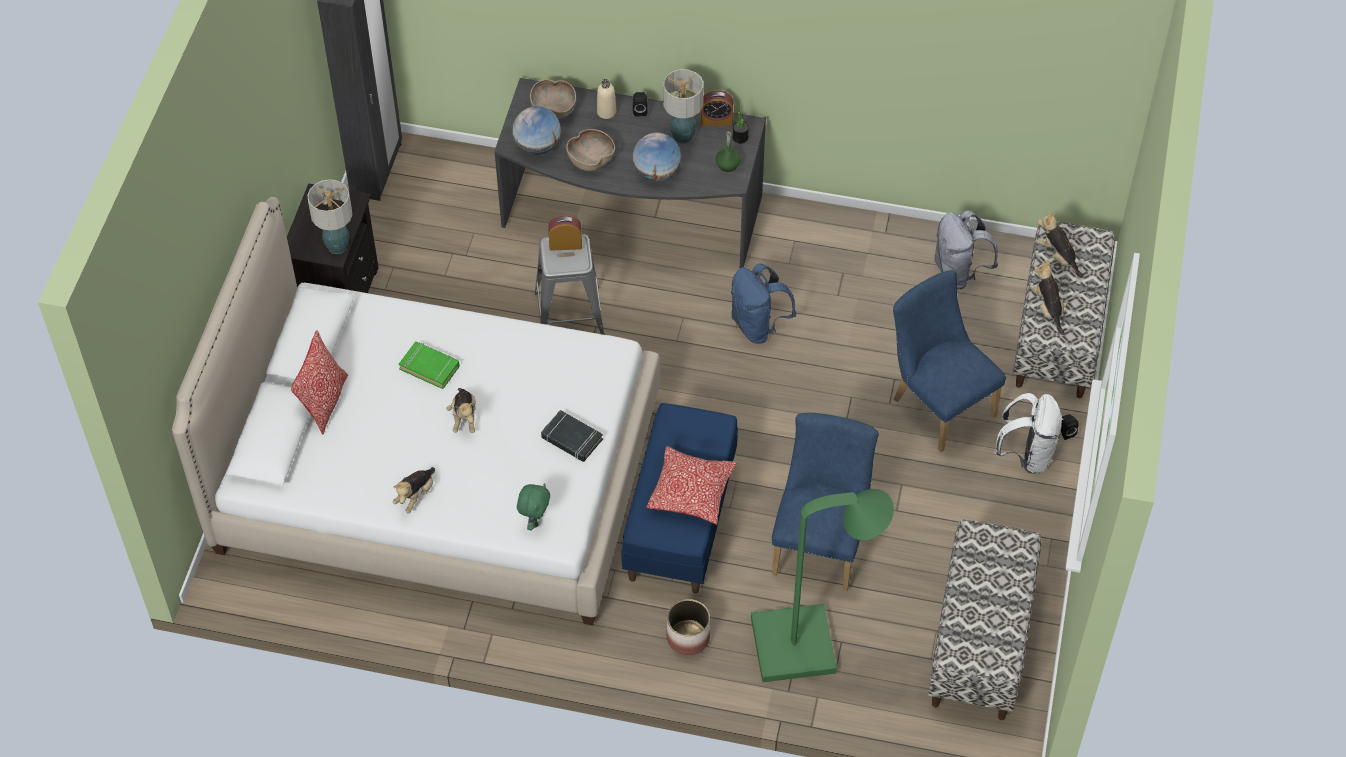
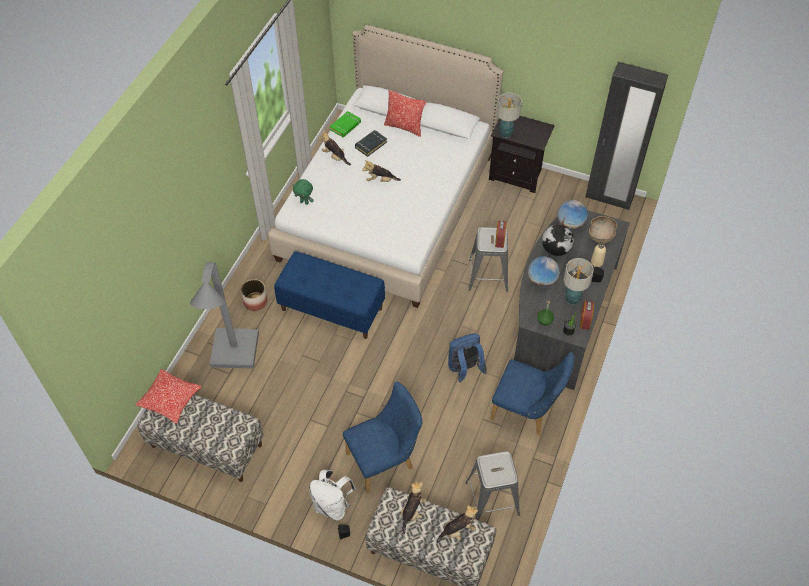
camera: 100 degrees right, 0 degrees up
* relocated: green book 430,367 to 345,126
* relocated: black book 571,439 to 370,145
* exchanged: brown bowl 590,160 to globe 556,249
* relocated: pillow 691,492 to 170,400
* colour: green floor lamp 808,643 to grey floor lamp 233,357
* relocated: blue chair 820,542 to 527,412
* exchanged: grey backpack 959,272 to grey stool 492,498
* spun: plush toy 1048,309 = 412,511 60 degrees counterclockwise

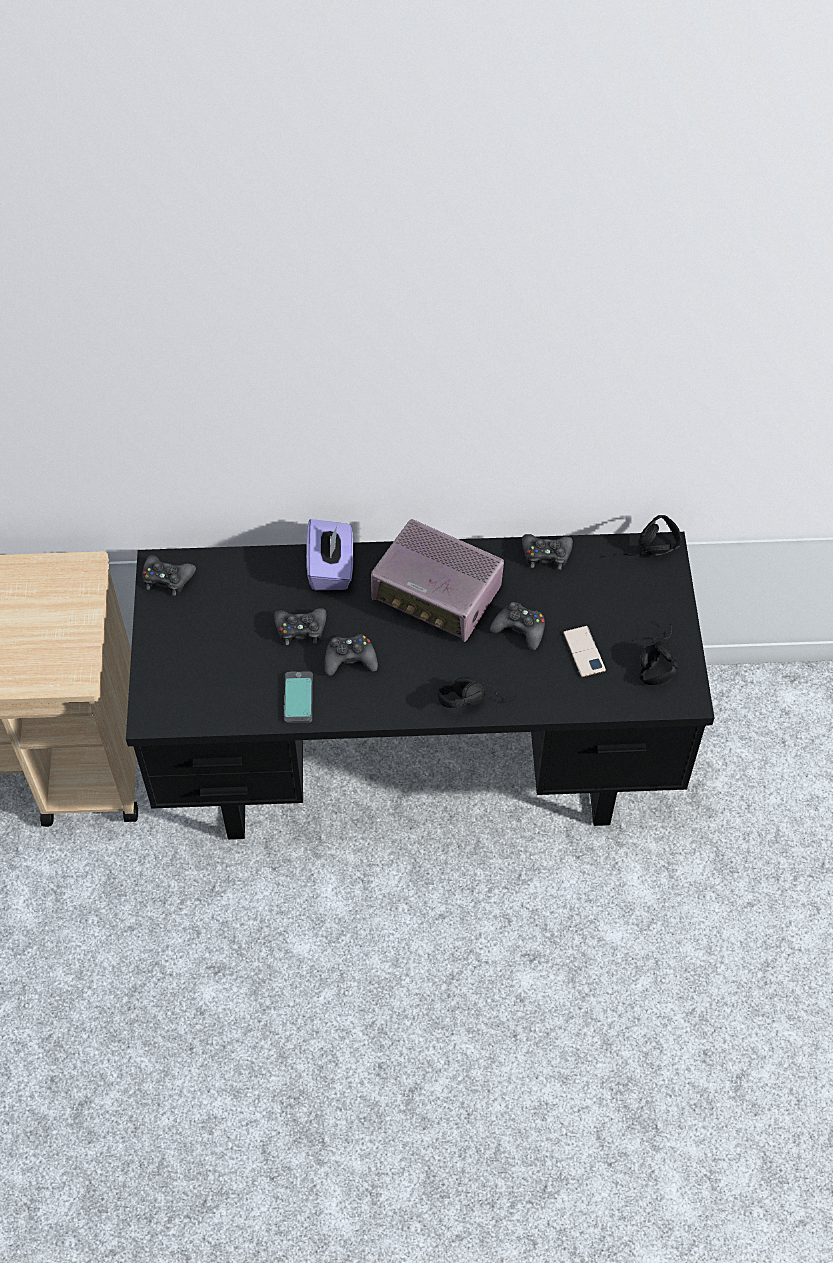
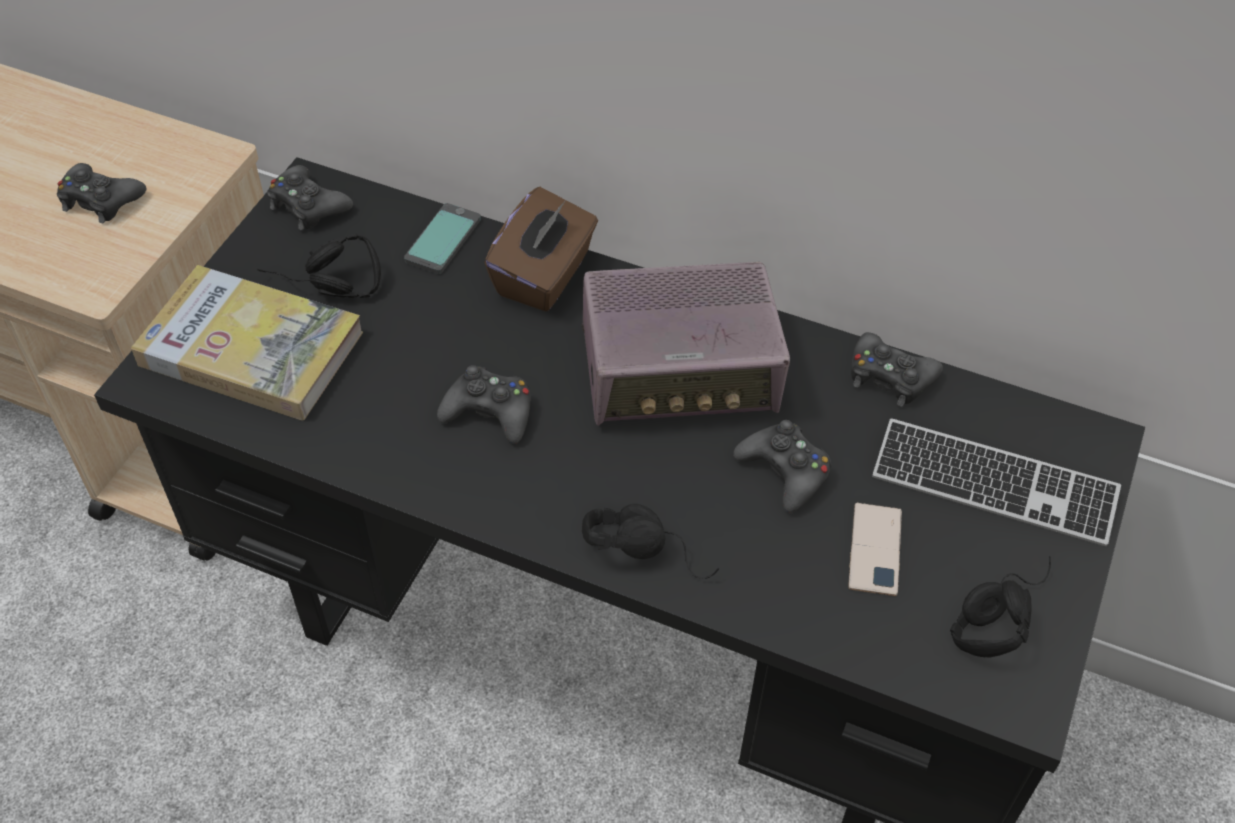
camera: 25 degrees right, 5 degrees down
* relocated: black game controller 301,629 to 100,200
* relocated: phone 298,698 to 442,240
* colour: purple tissue box 331,568 to brown tissue box 544,275
* spun: radio 437,595 = 681,371 60 degrees counterclockwise
* relocated: black headphones 647,553 to 322,289
* appeared: book 251,348
* appeared: keyboard 993,485

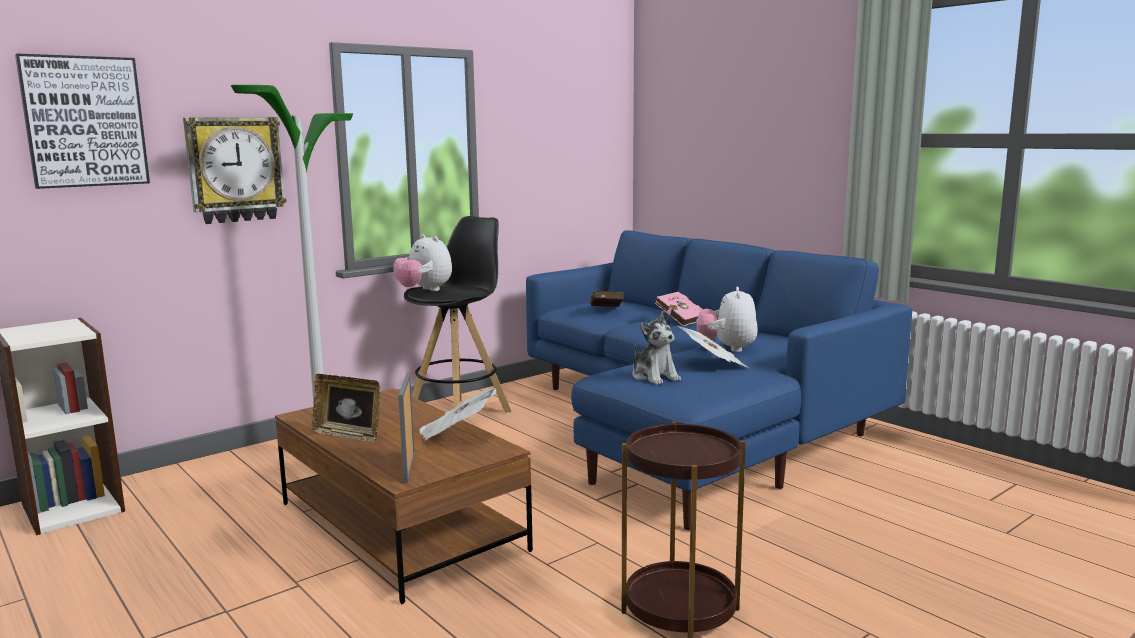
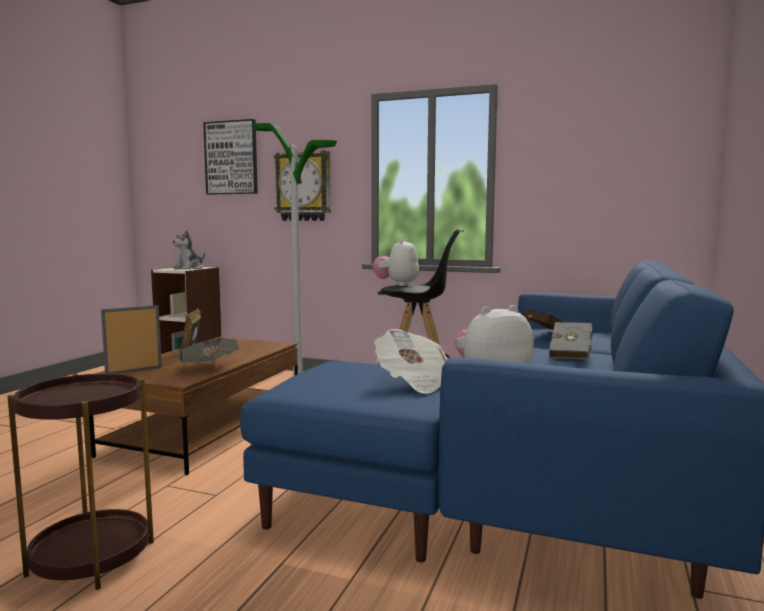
camera: 60 degrees right, 5 degrees down
* relocated: plush toy 654,377 to 190,268
* colour: pink book 679,320 to grey book 571,354

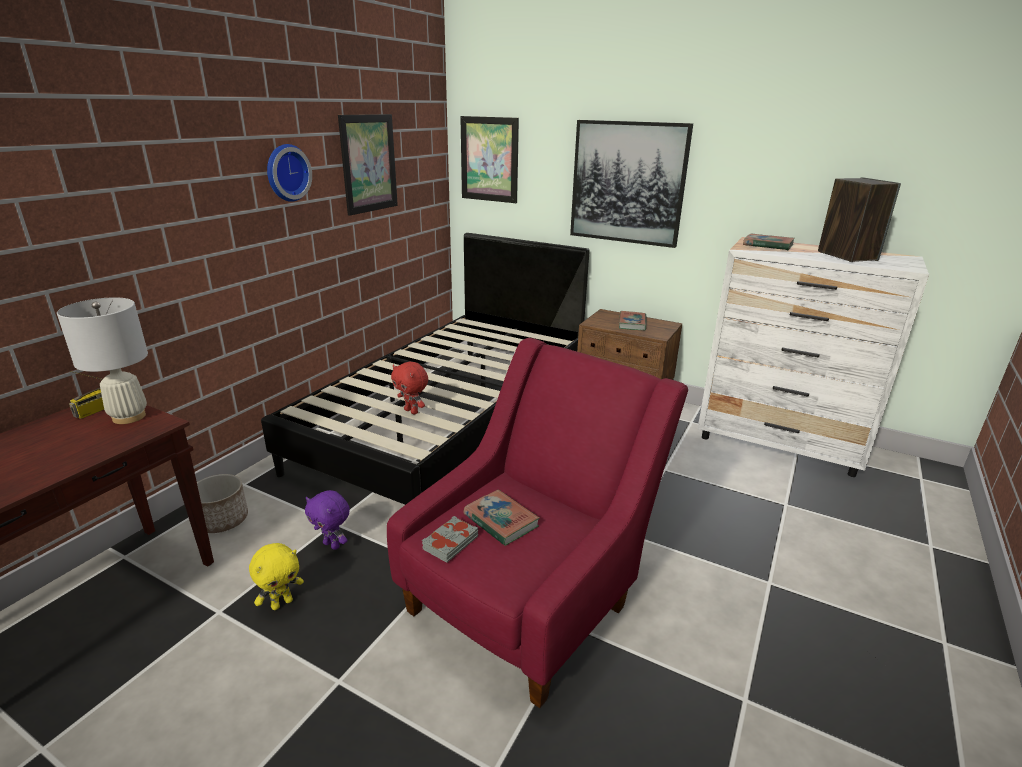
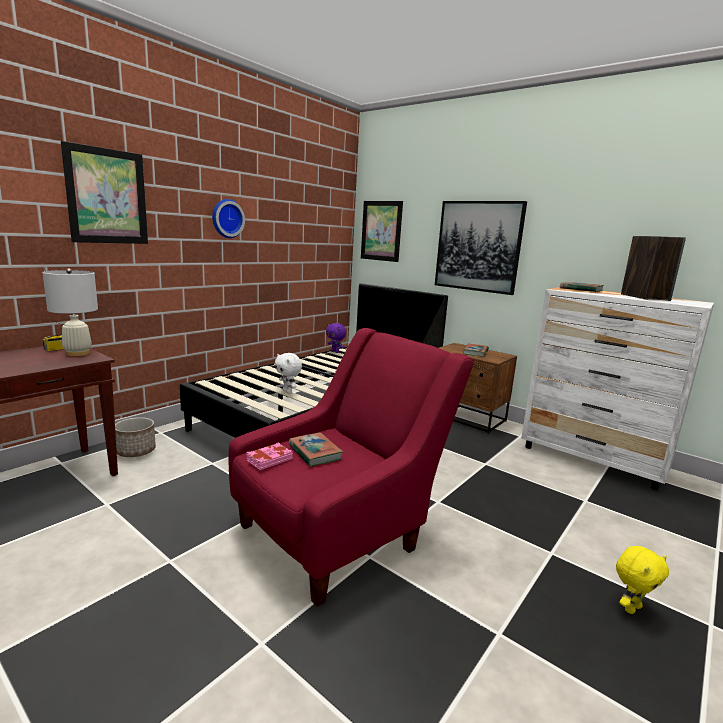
camera: 10 degrees right, 10 degrees down
* relocated: yellow plush toy 282,603 to 631,608
* relocated: purple plush toy 332,545 to 335,352
* relocated: picture 369,163 to 107,196
* colour: red plush toy 412,411 to white plush toy 288,391
* colour: grey book 450,542 to pink book 269,459

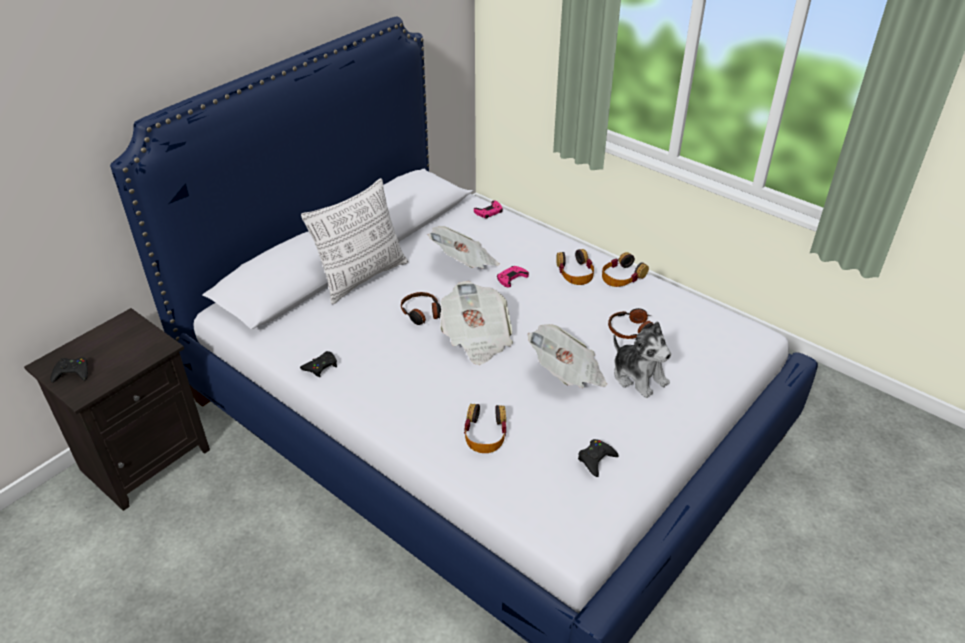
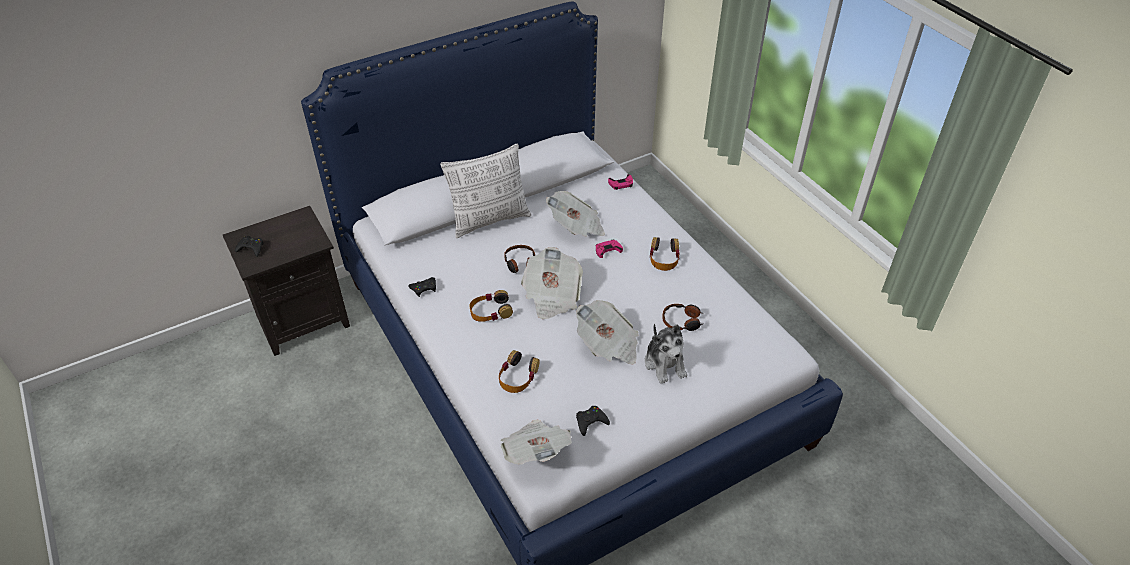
camera: 20 degrees right, 5 degrees up
* relocated: headphones 622,276 to 490,311
* appeared: newspaper 536,452

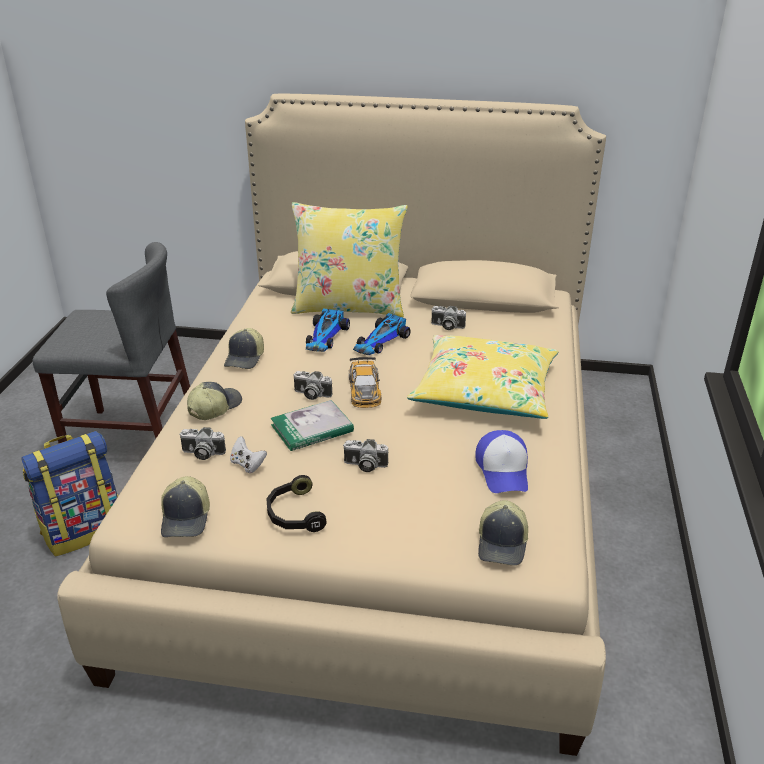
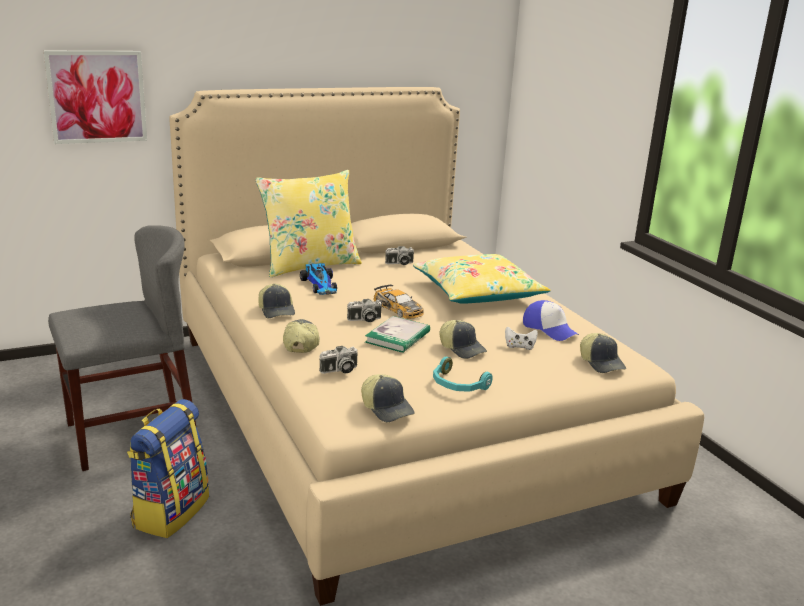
camera: 35 degrees left, 10 degrees down
* relocated: white game controller 247,464 to 519,346
* colour: black headphones 294,514 to turquoise headphones 457,385
* exchanged: photo camera 364,465 to cap 462,348
* missing: toy car 381,341
* appeared: picture 97,97

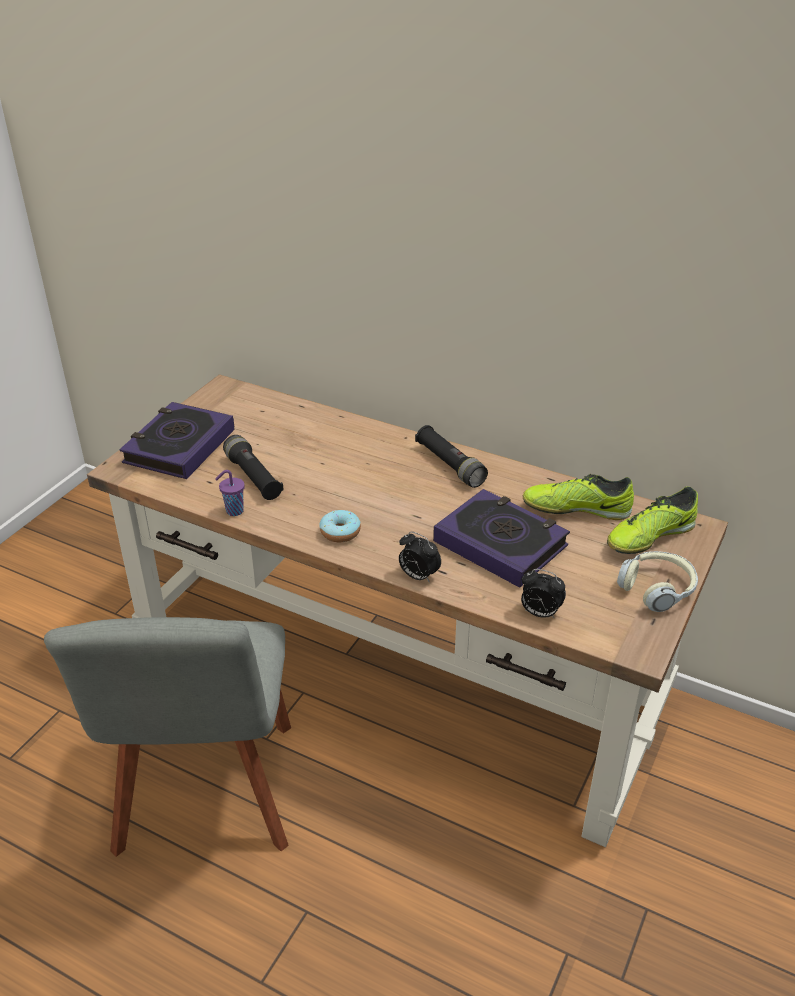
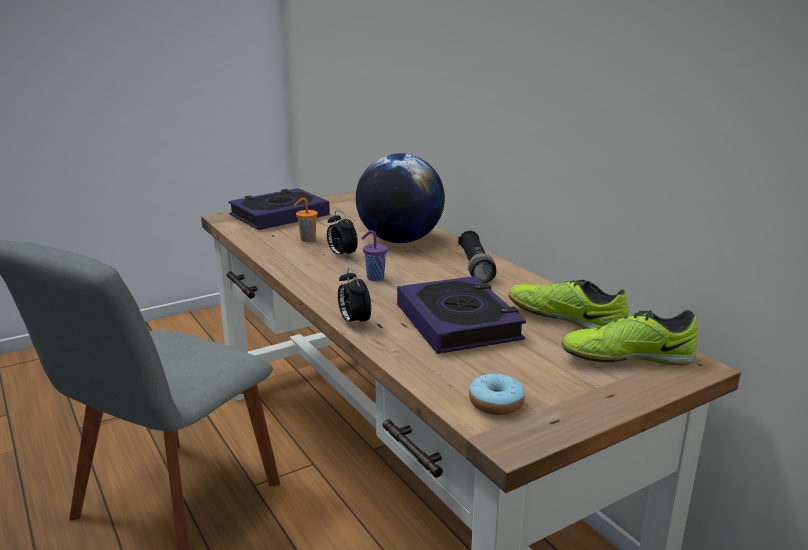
camera: 30 degrees right, 15 degrees down
* relocated: purple cup 233,511 to 374,278
* exchanged: black flashlight 253,477 to orange cup 307,239
* relocated: donut 340,532 to 495,403
* relocated: alarm clock 539,613 to 341,255
* missing: headphones 657,588
* appeared: globe 400,240

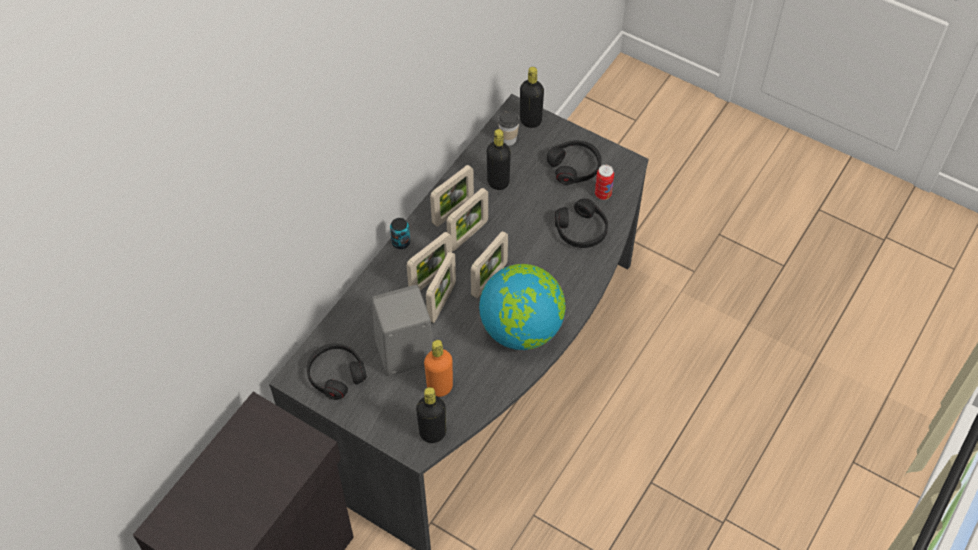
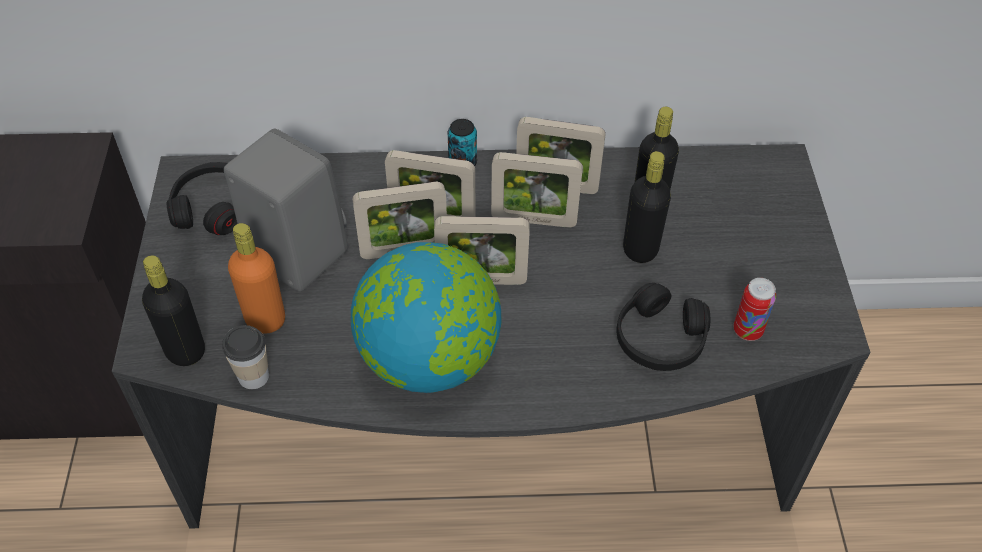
camera: 55 degrees right, 5 degrees down
* relocated: cup 508,139 to 253,376
* relocated: black bottle 530,120 to 640,249
* missing: black headphones 574,167

